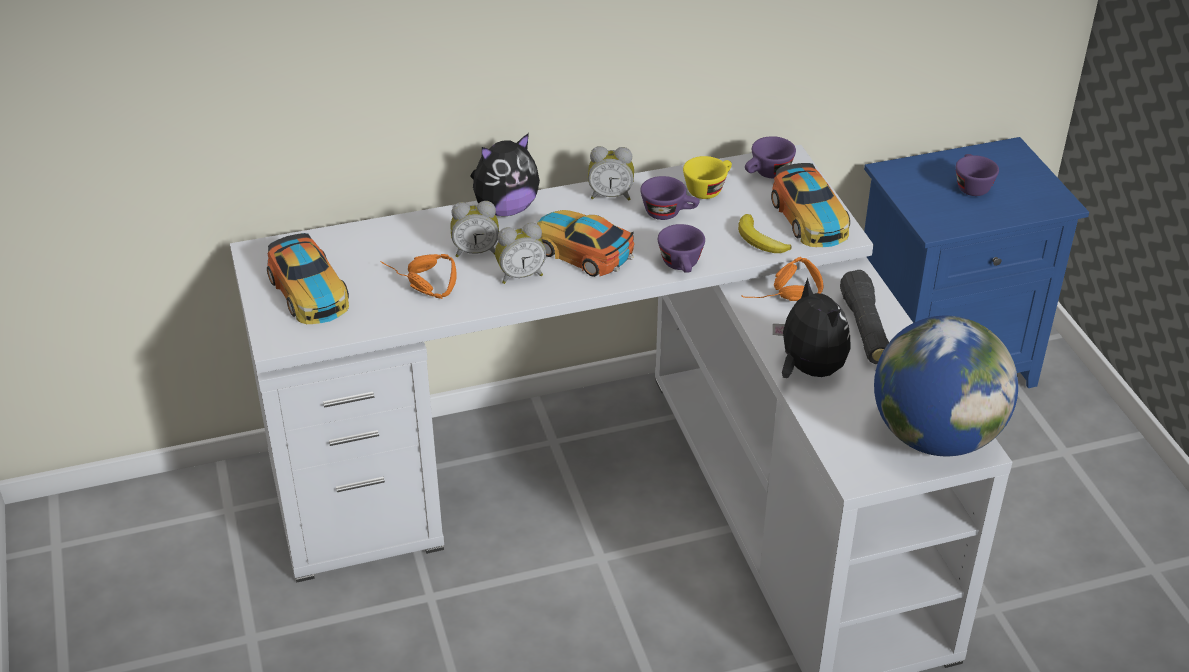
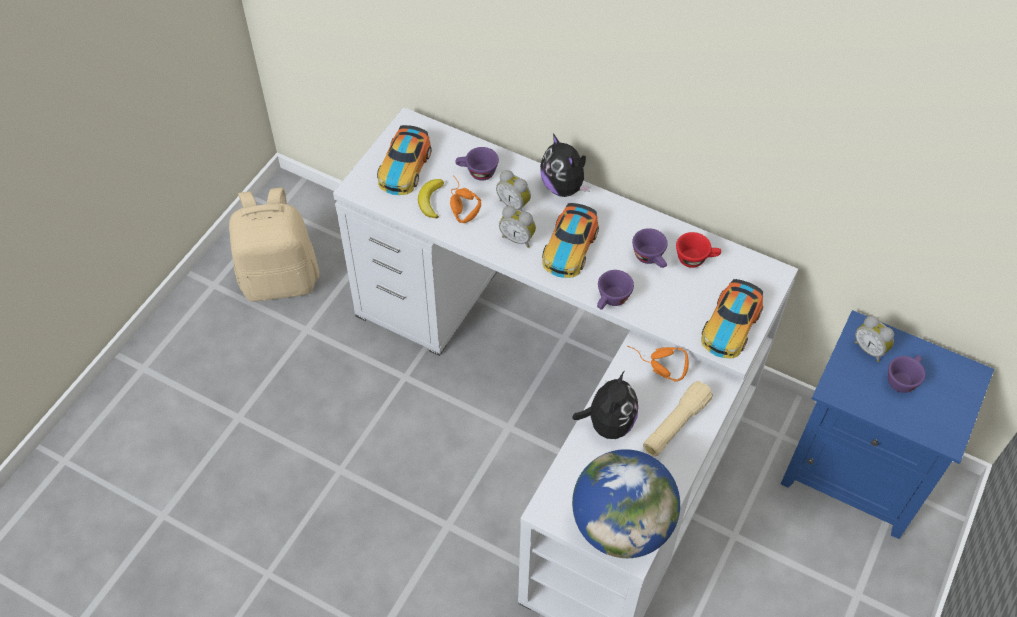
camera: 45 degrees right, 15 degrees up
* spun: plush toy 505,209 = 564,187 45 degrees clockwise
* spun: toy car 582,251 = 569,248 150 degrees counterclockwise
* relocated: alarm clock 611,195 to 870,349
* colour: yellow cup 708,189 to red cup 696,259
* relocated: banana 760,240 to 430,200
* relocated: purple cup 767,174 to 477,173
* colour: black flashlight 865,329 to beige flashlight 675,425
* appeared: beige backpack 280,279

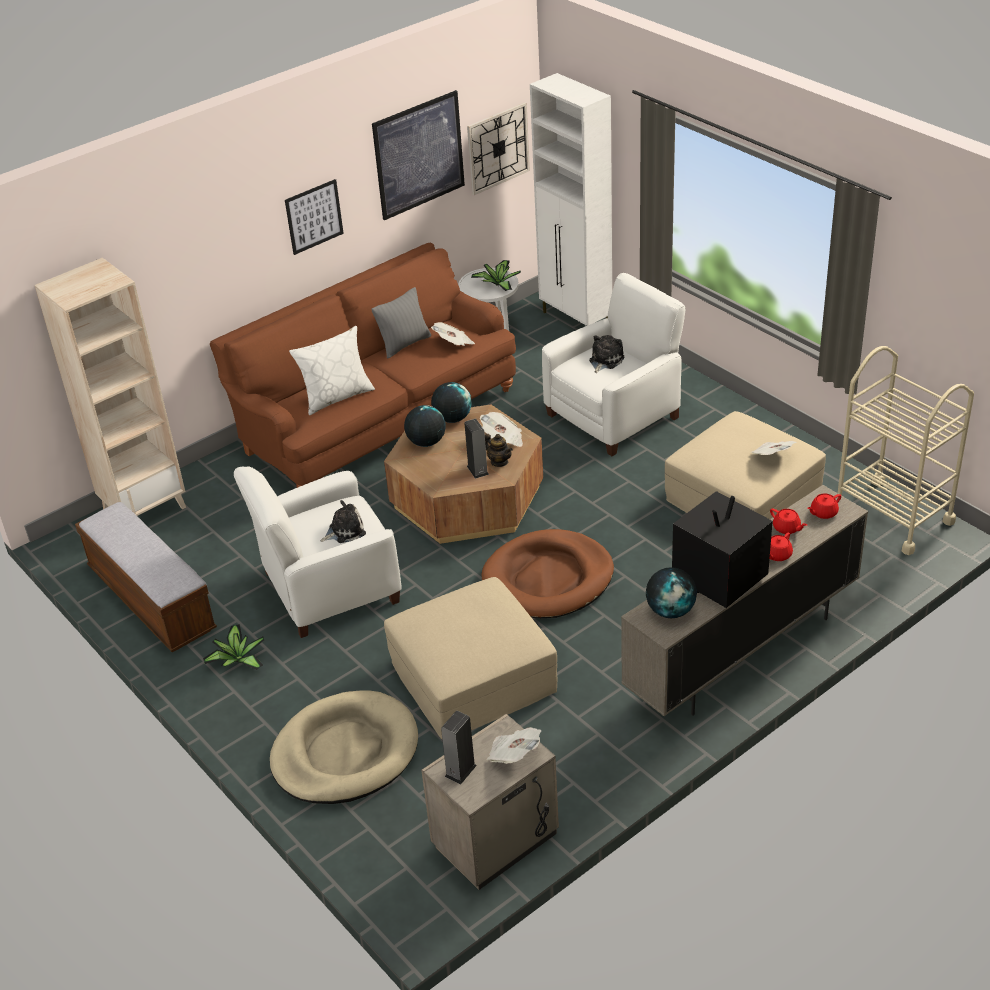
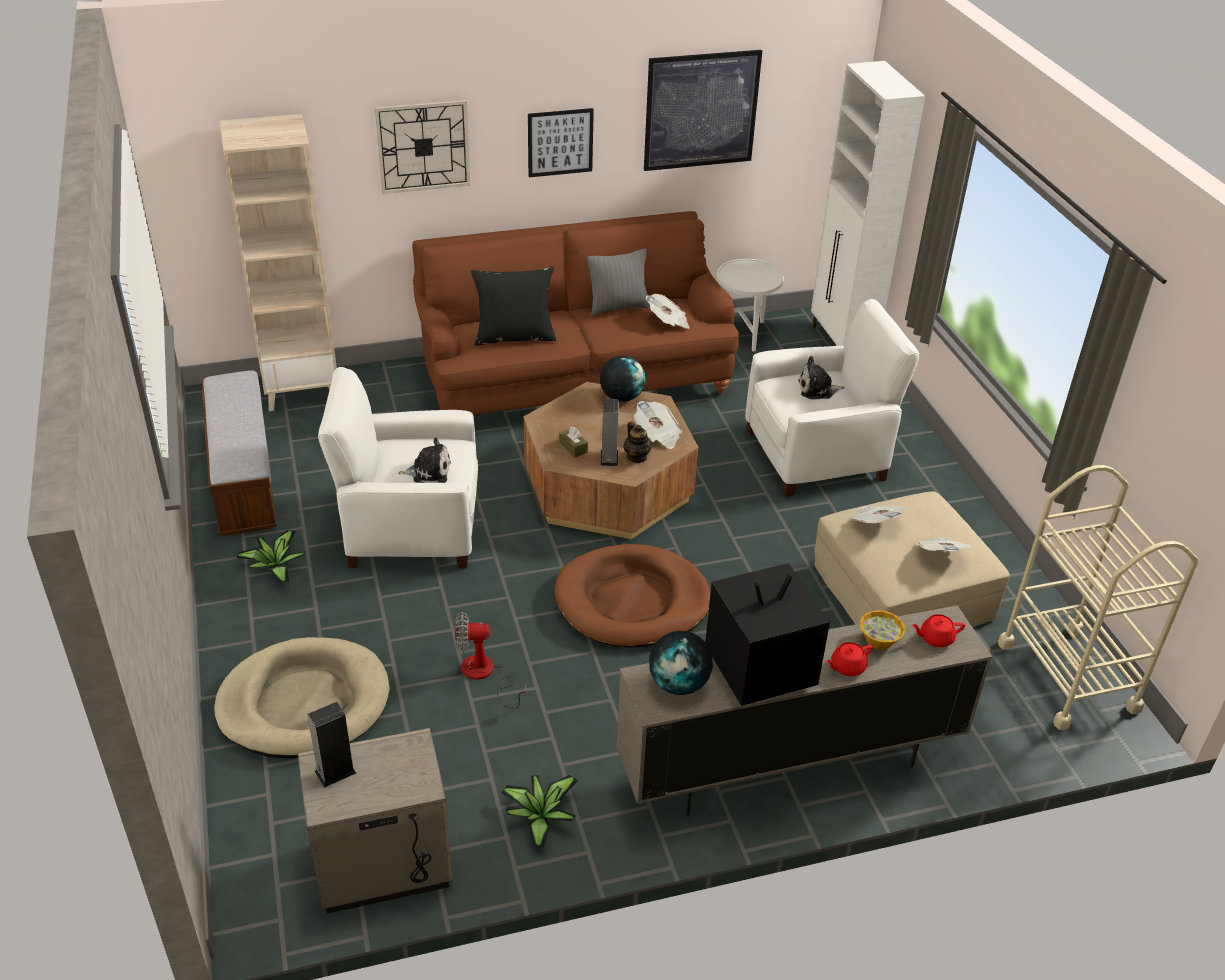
camera: 20 degrees right, 0 degrees up
* colour: white pillow 336,396 to black pillow 514,336
* exchanged: beige ottoman 473,676 to fan 485,675
* missing: globe 426,442
* relocated: wall clock 498,148 to 423,146
* relocated: potted plant 497,284 to 540,816
* relocated: newspaper 514,755 to 875,523
* spun: plush toy 605,360 = 817,389 150 degrees counterclockwise
* exchanged: red teapot 787,528 to bowl 879,640
* appeared: brown tissue box 573,447

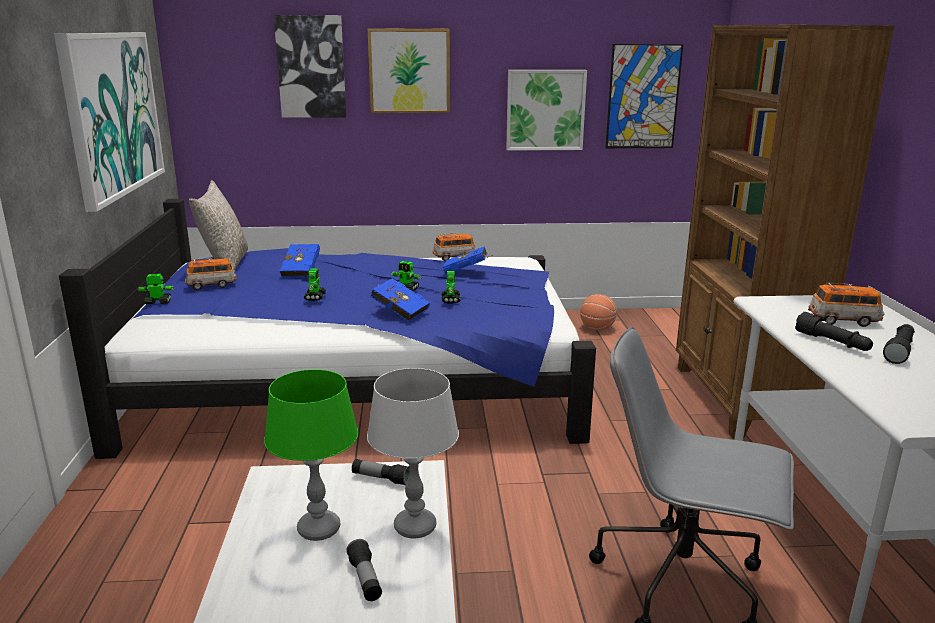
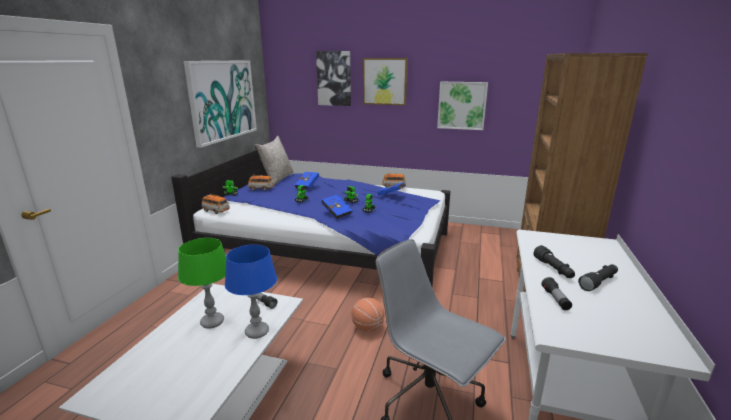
camera: 20 degrees right, 0 degrees up
* relocated: flashlight 365,579 to 555,299
* colour: grey table lamp 415,527 to blue table lamp 257,332
* relocated: basketball 597,328 to 368,328
* missing: picture 643,97
* relocated: toy car 843,321 to 216,211

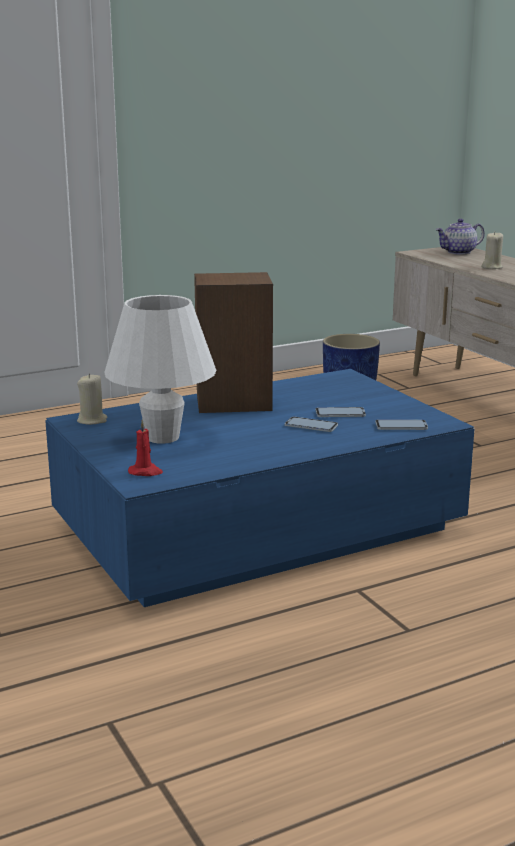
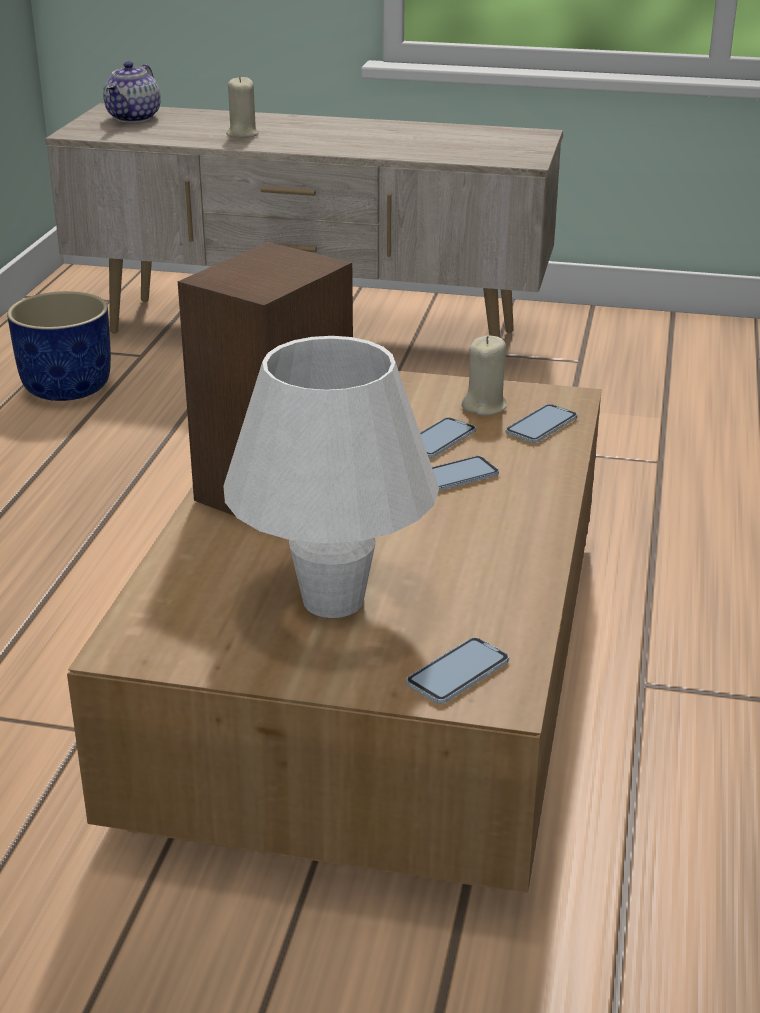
camera: 50 degrees left, 10 degrees up
* colour: blue coffee table 258,527 to brown coffee table 379,669
* relocated: beige candle 92,420 to 484,406
* exchanged: red candle 145,472 to phone 458,673

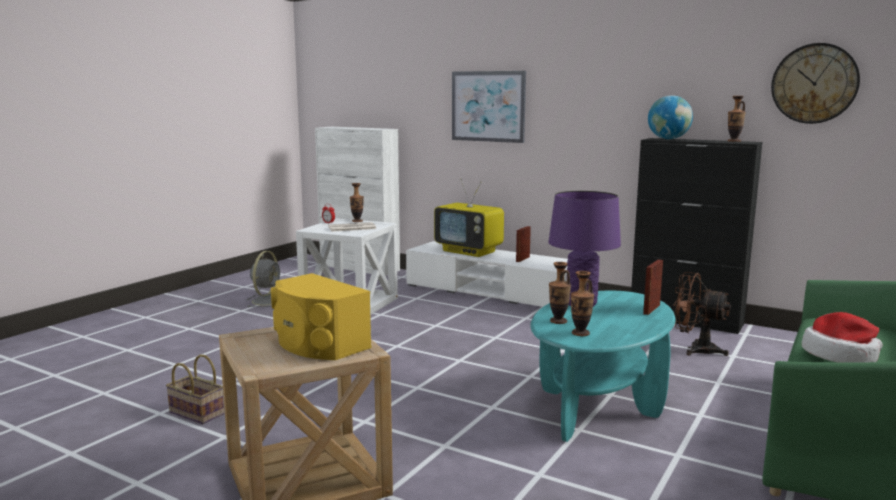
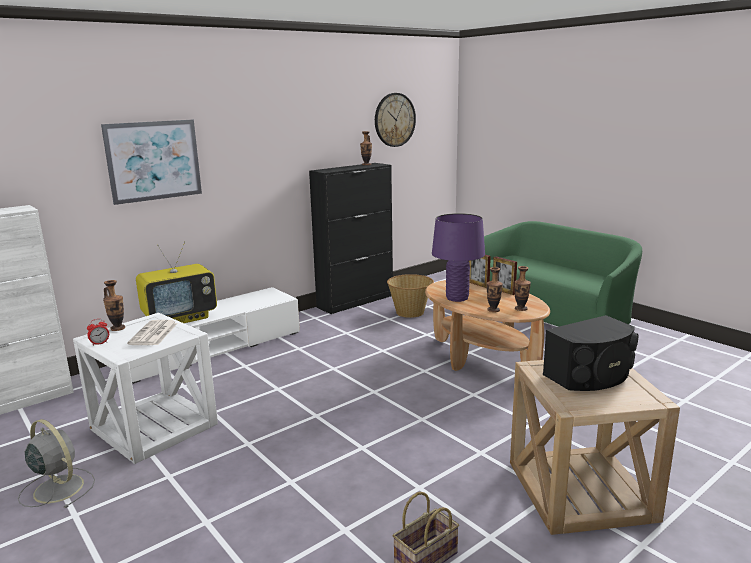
camera: 70 degrees left, 5 degrees up
* colour: yellow speaker 317,344 to black speaker 591,376
* relocated: picture frame 522,259 to 503,291
* colour: turquoise coffee table 599,403 to brown coffee table 482,358
* missing: globe 668,139
* exchanged: brown fan 695,349 to basket 410,312
* missing: hat 841,355

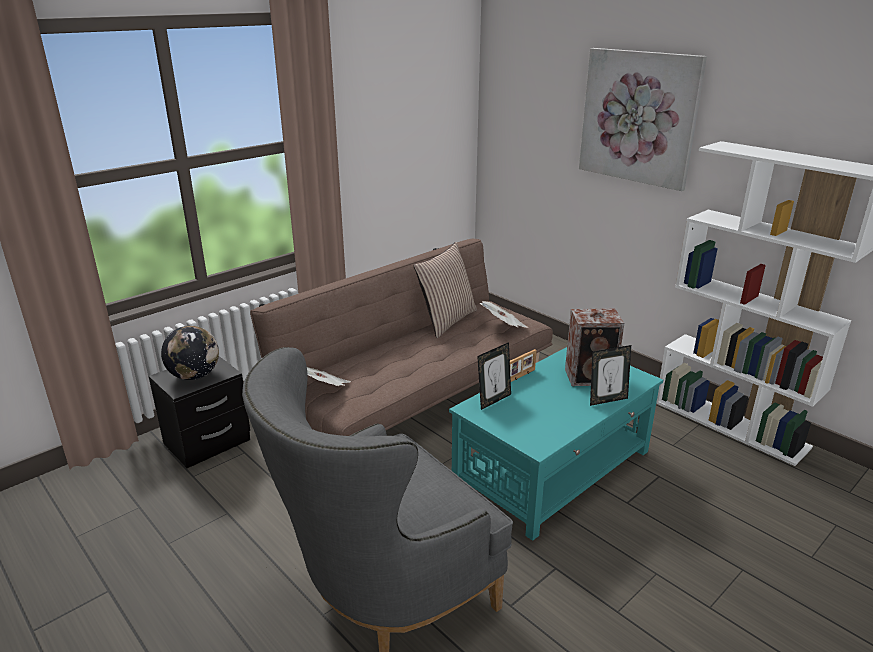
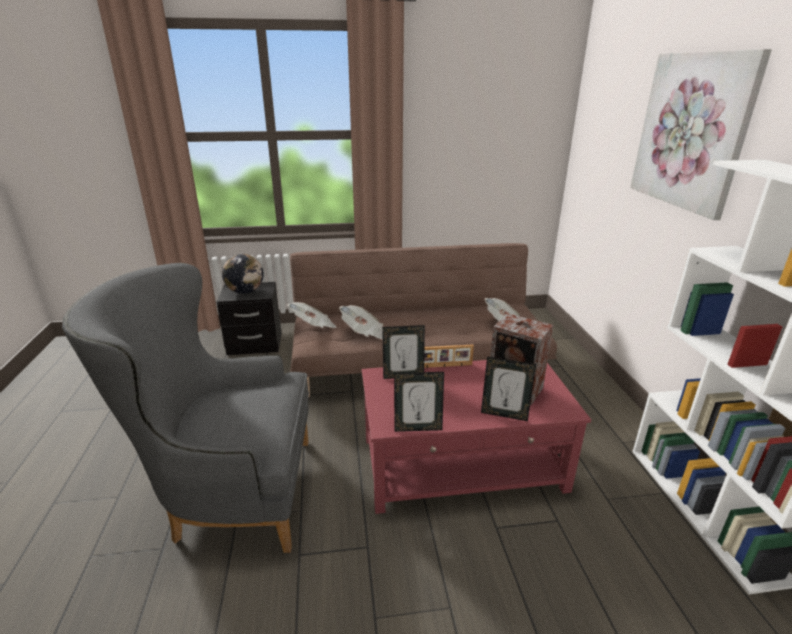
camera: 35 degrees right, 0 degrees up
* missing: pillow 446,320
* colour: turquoise coffee table 554,467 to red coffee table 463,464
* appeared: newspaper 364,333
* appeared: picture frame 418,428

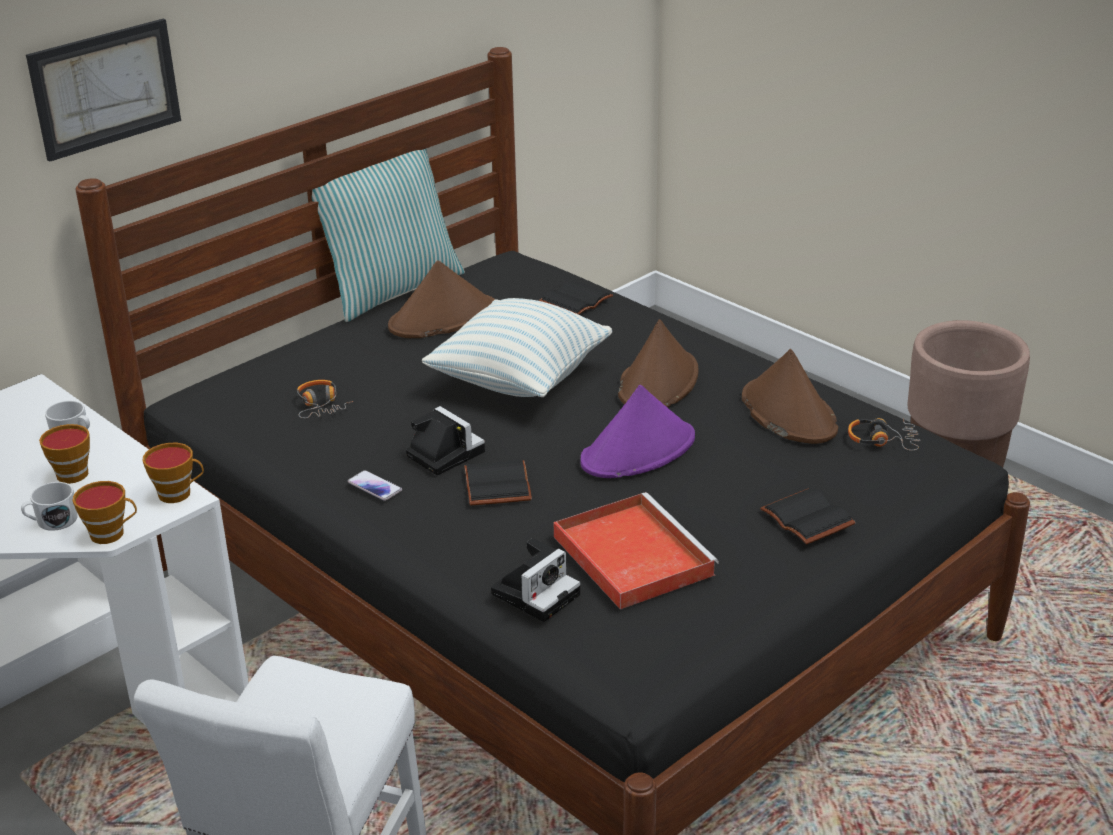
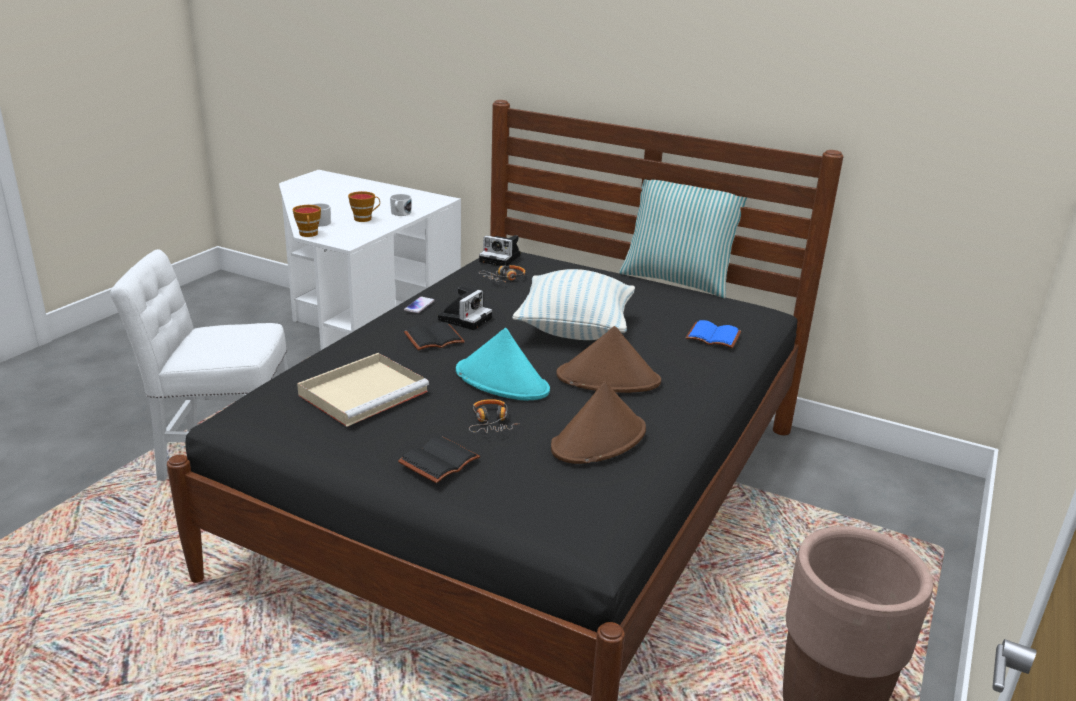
camera: 70 degrees right, 5 degrees down
* missing: picture 105,88
* missing: cup 179,494
* missing: brown hat 442,318
* relocated: photo camera 537,592 to 501,258
* colour: black book 575,300 to blue book 714,336
* colour: red tray 630,554 to beige tray 365,392
* colour: purple hat 638,450 to turquoise hat 502,381
* relocated: headphones 882,440 to 491,423

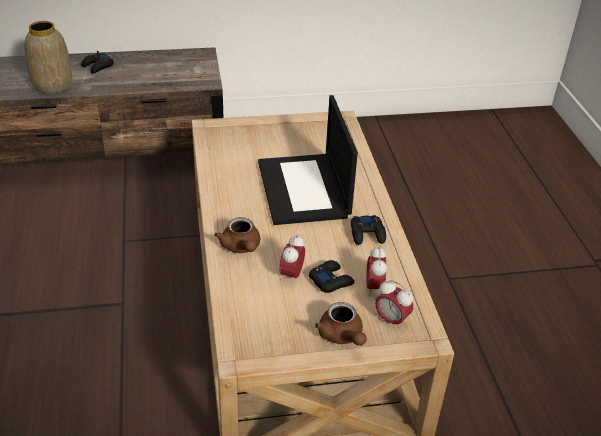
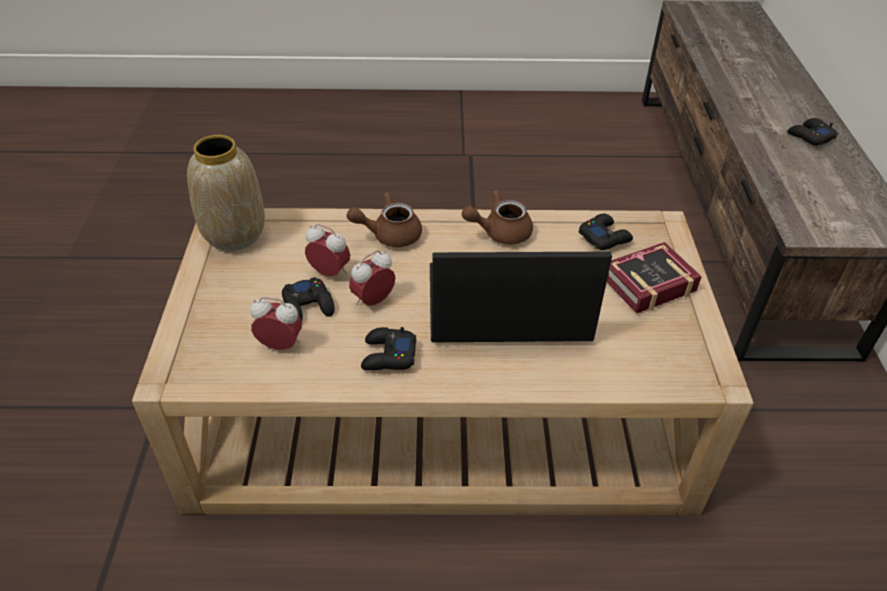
camera: 100 degrees right, 5 degrees up
* relocated: vase 52,85 to 234,233
* relocated: brown teapot 342,336 to 499,232
* relocated: alarm clock 391,320 to 373,301
* appeared: black game controller 604,237
* appeared: book 644,284

